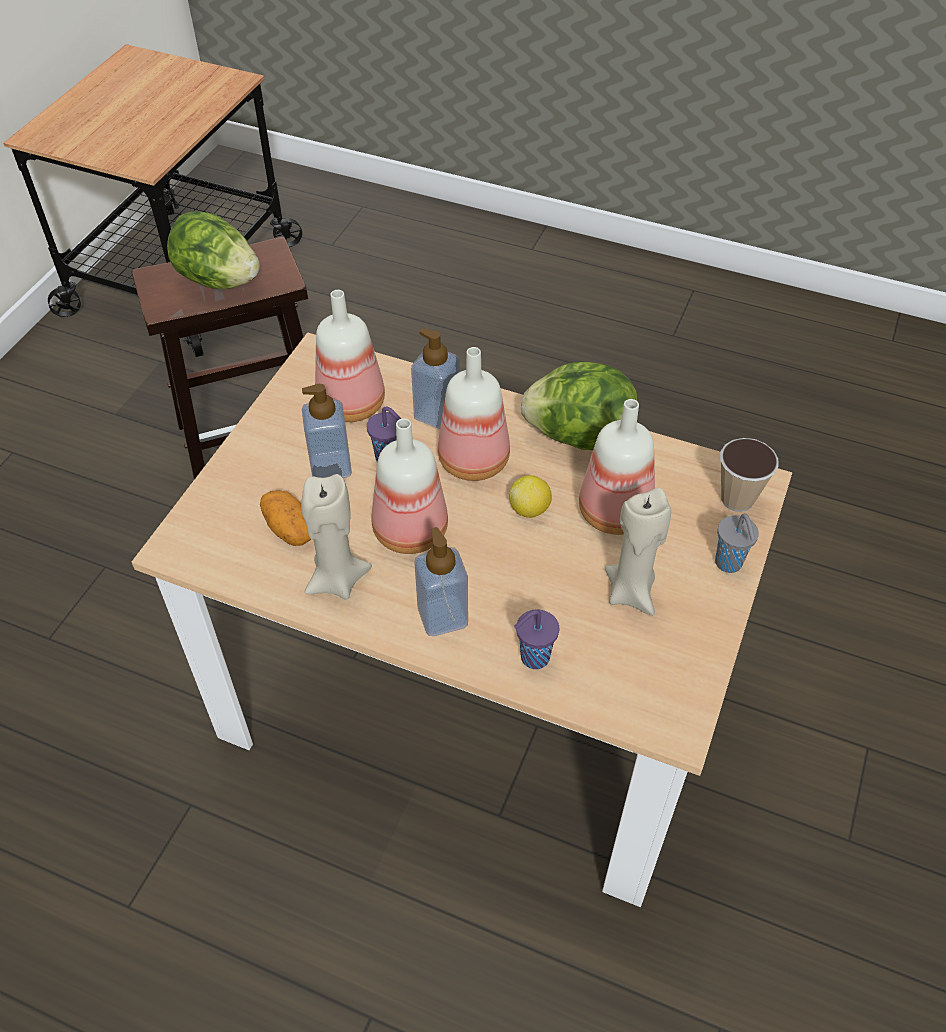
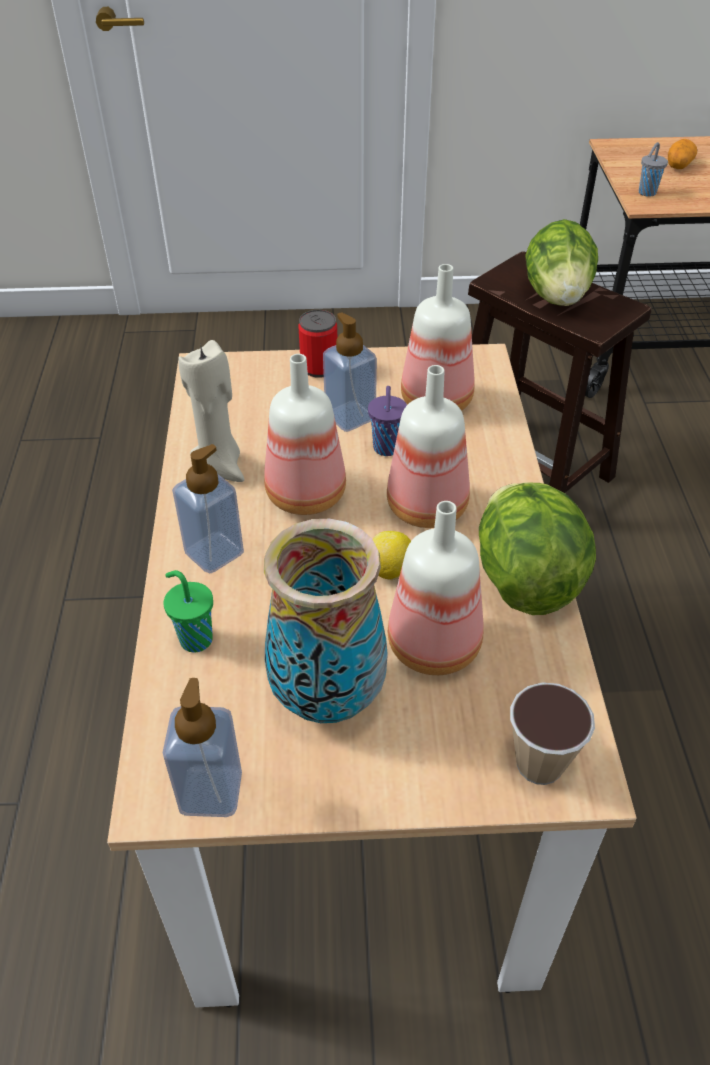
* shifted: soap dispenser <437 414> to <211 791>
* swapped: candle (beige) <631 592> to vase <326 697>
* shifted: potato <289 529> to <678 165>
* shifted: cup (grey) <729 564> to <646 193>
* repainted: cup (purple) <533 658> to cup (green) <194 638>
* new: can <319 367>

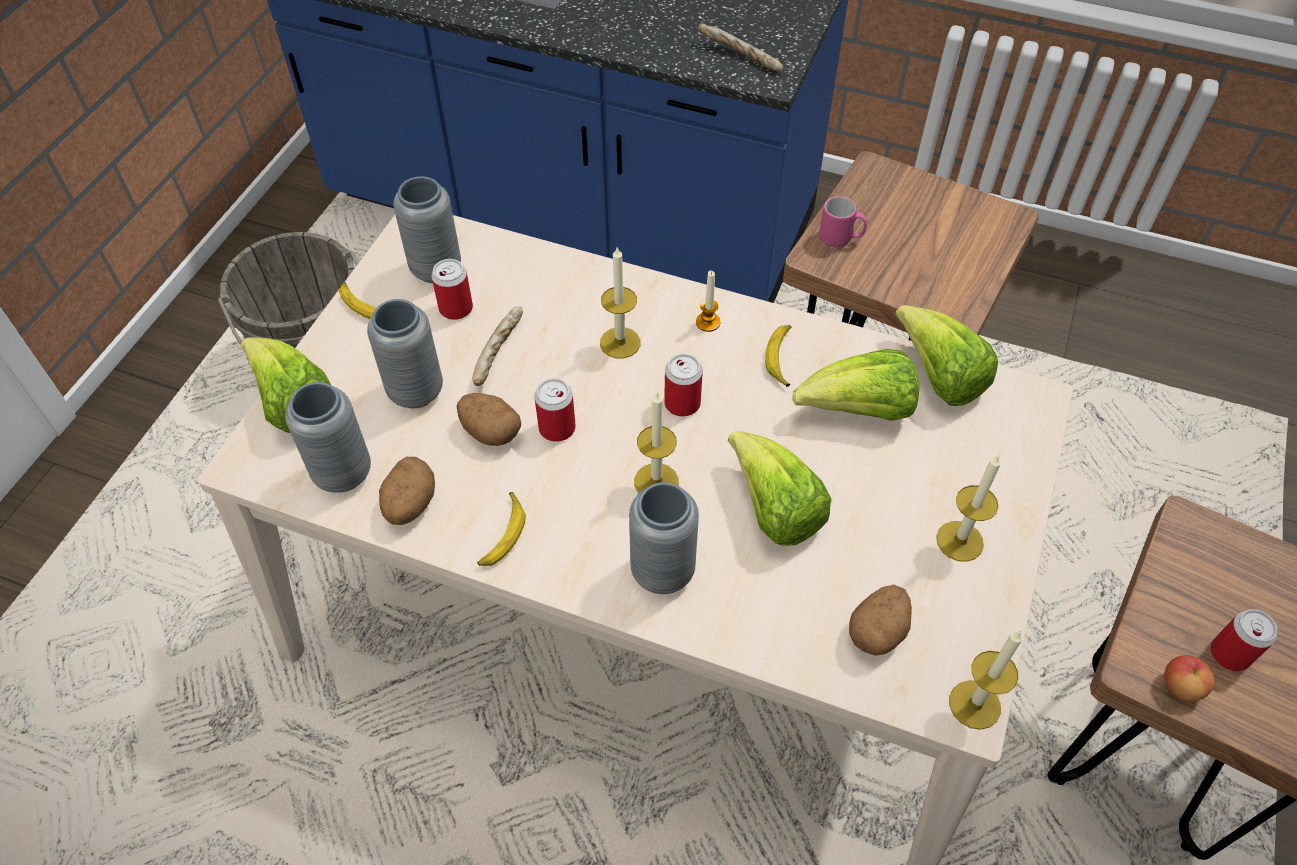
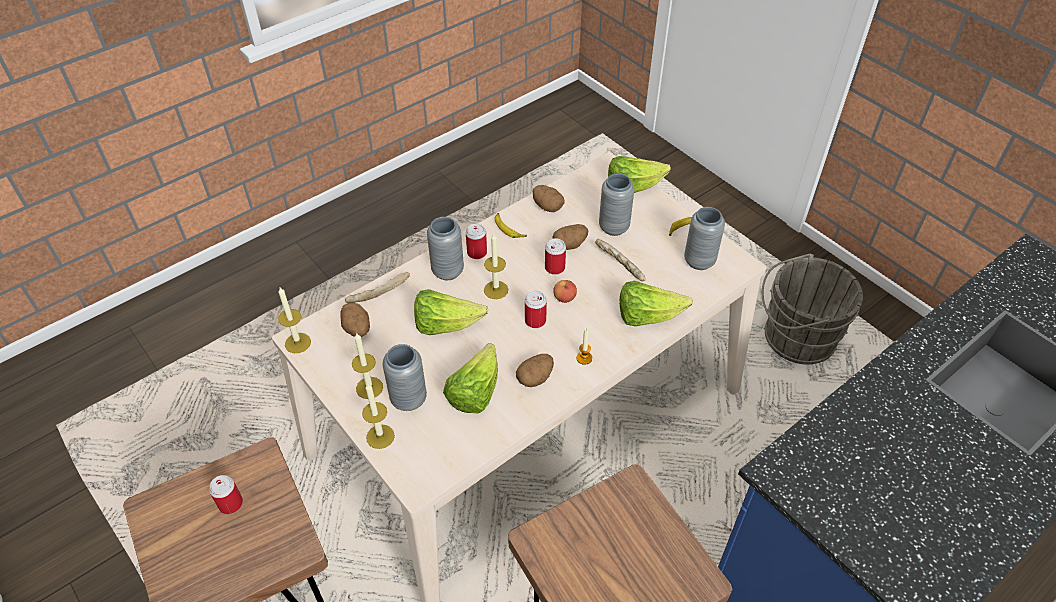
* shifted: bread <739 57> to <378 292>
* gone: mug (pink) <841 239>
* shifted: candle <620 343> to <380 436>
* shifted: can <456 308> to <477 253>
* shifted: lettuce <938 377> to <647 316>
* swapped: banana <781 358> to potato <535 378>
* shifted: vase (grey) <343 473> to <408 399>
* shifted: apple <1180 686> to <564 298>

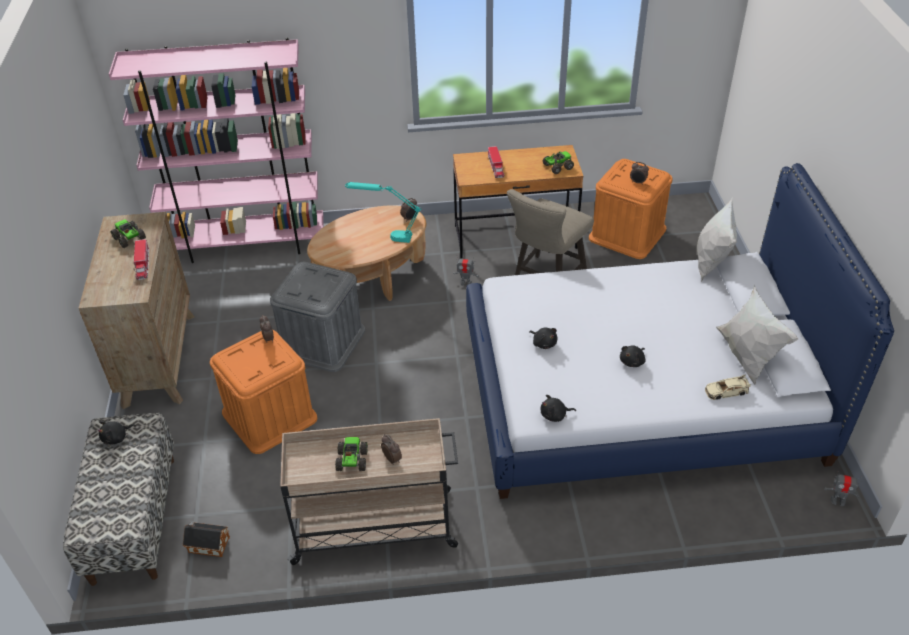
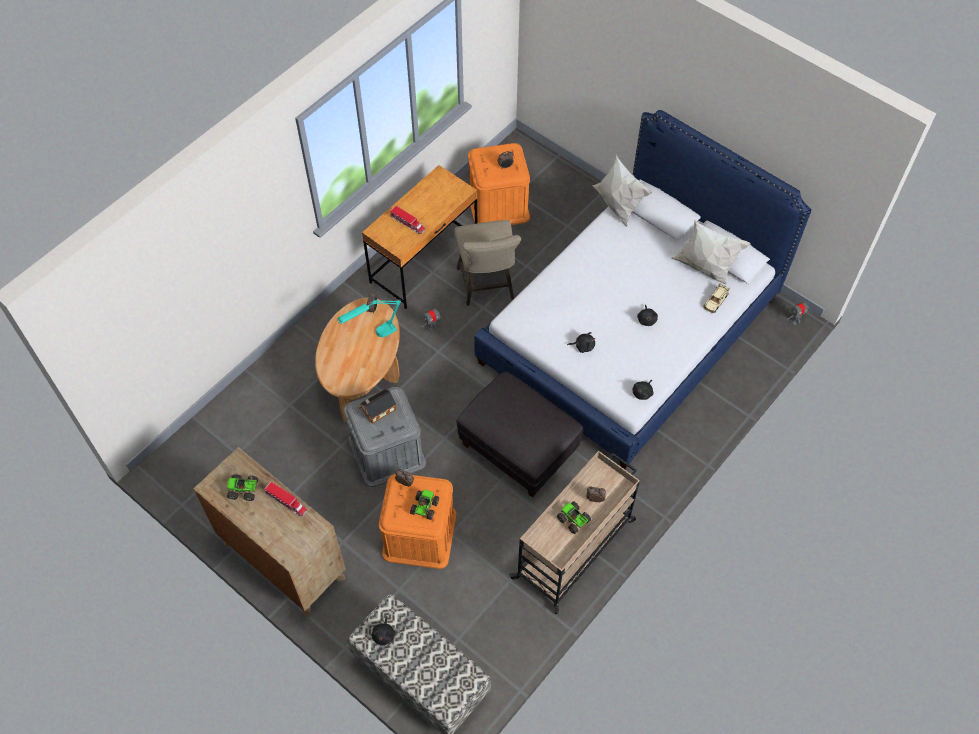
* gone: bookcase (pink) <247 244>
* shifted: toy truck <557 167> to <424 507>
* shifted: toy house <207 544> to <378 410>
* new: ottoman (black) <519 448>

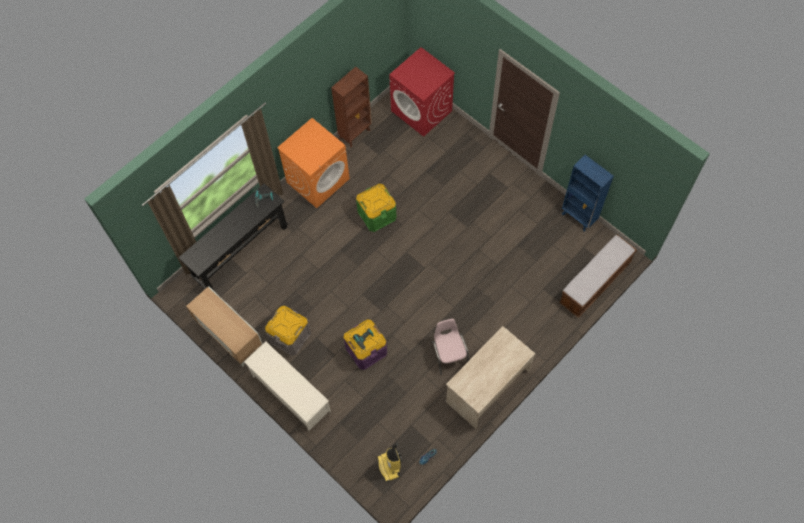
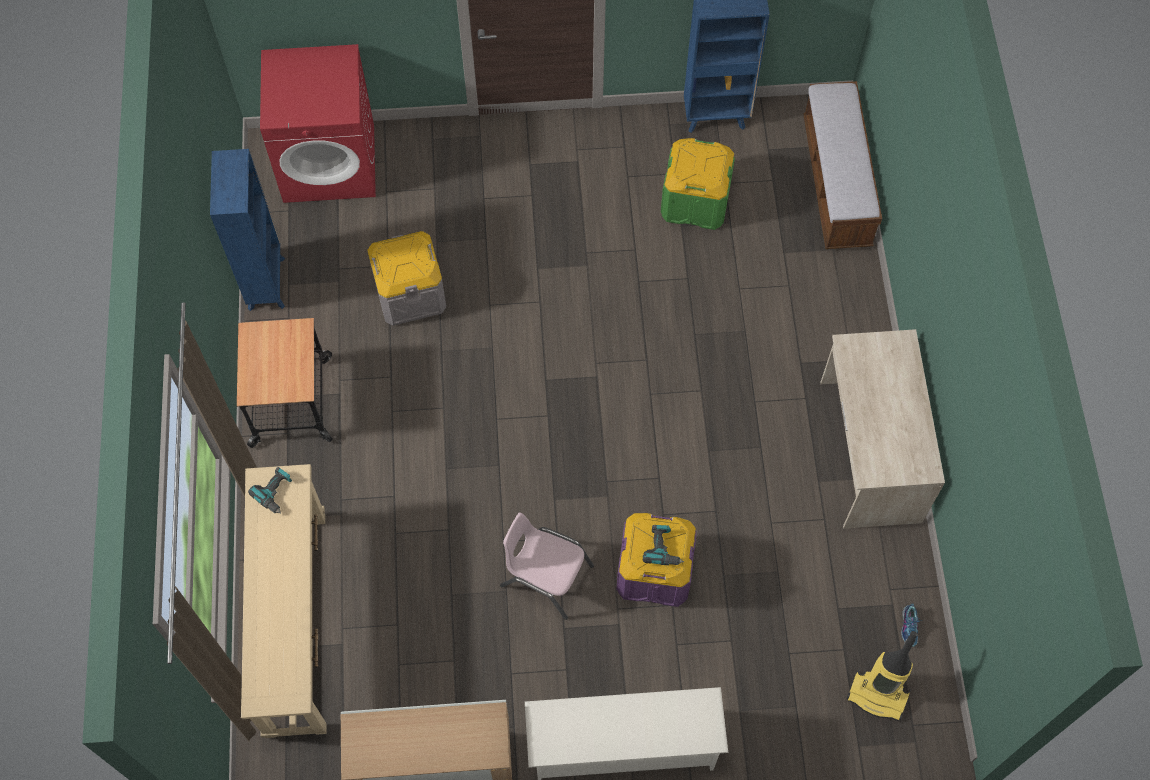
* repainted: bookcase (brown) <355 133> to bookcase (blue) <267 282>
* swapped: washing machine (orange) <318 180> to cart <290 401>
* repainted: console table (black) <241 252> to console table (beige) <296 622>
* shifted: storage box (green) <377 215> to <695 201>
* shifted: storage box (grey) <290 336> to <410 294>
* shifted: chair (pink) <449 354> to <546 576>

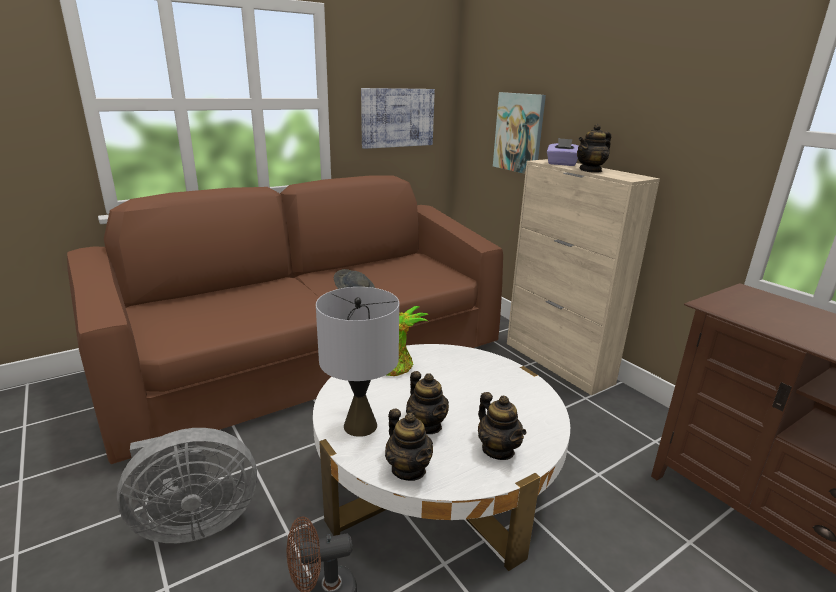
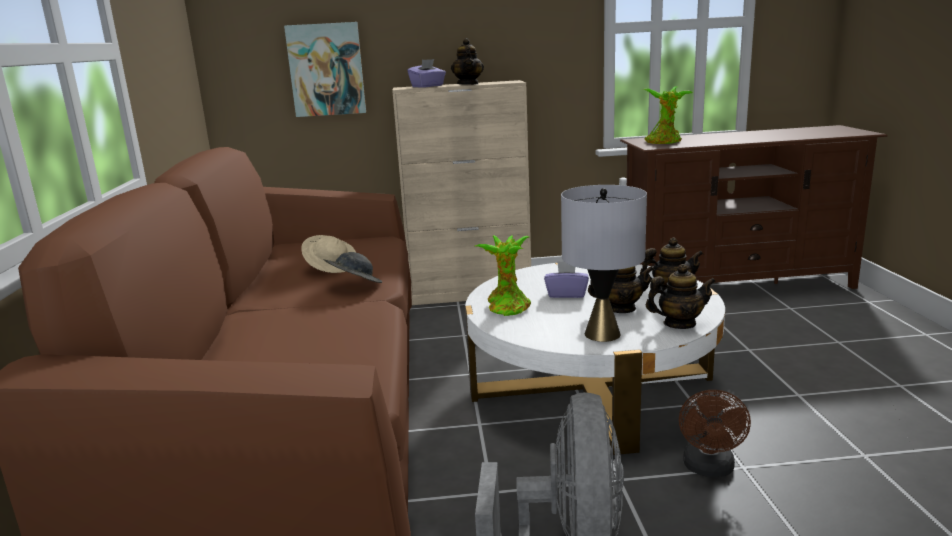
* gone: picture <397 118>
* new: potted plant <664 142>
* new: hat (beige) <331 267>
* new: tissue box (purple) <566 294>

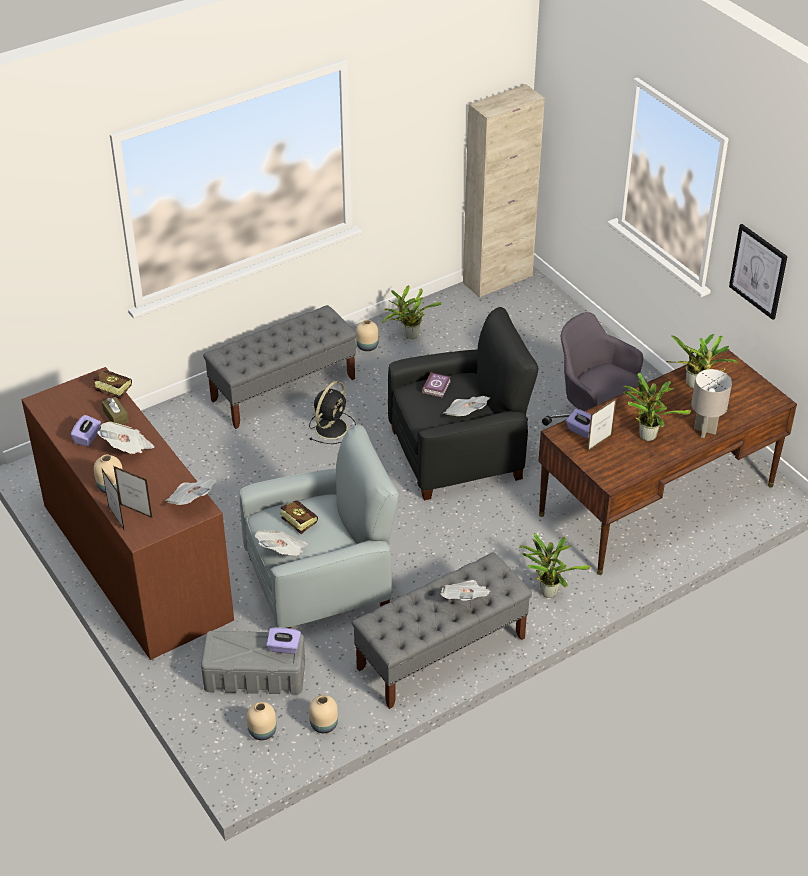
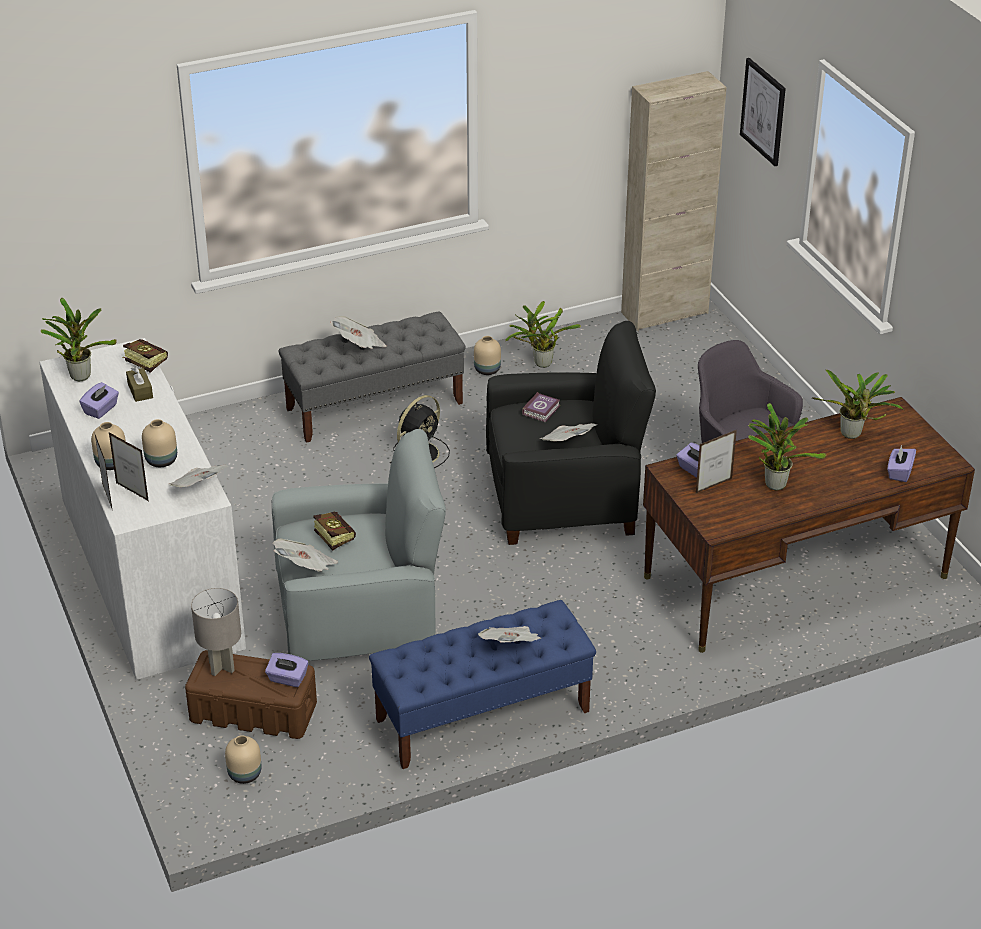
* shifted: picture <758 271> to <763 111>
* repainted: dresser (brown) <136 561> to dresser (white) <150 571>
* shifted: table lamp (grey) <705 431> to <221 667>
* shifted: newspaper <127 448> to <359 345>
* shifted: potted plant <547 590> to <80 375>
* repainted: bench (grey) <441 653> to bench (blue) <482 716>
* repainted: storage box (grey) <255 675> to storage box (brown) <254 712>
* shifted: vase (beige) <323 725> to <160 461>
* new: tissue box (purple) <899 472>

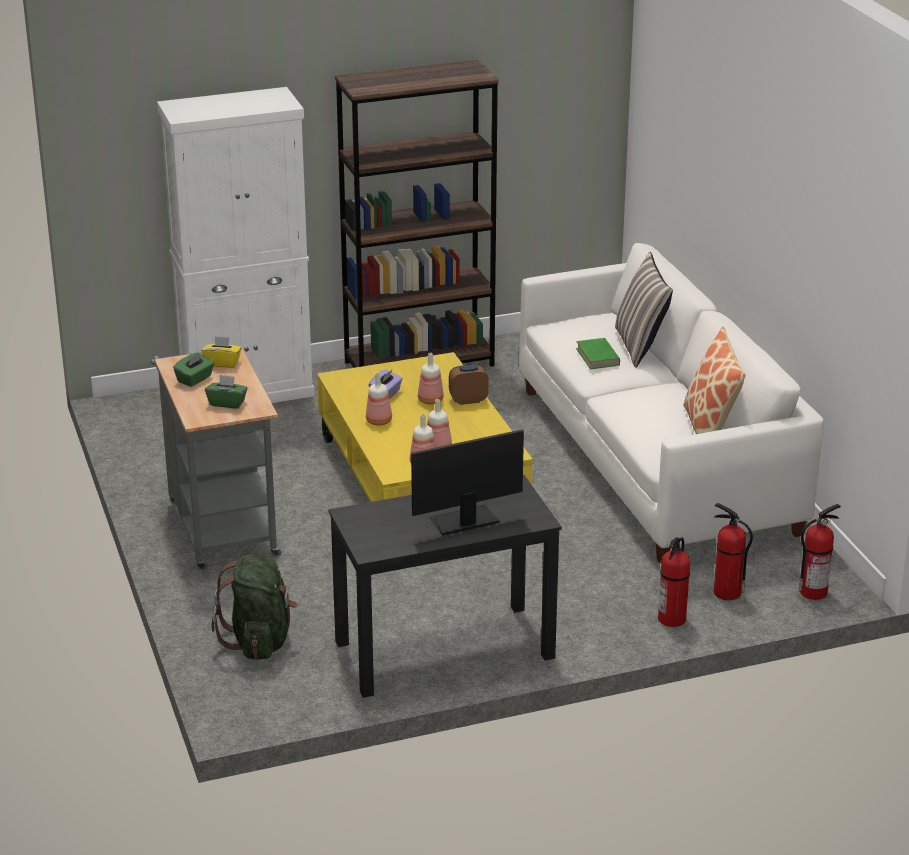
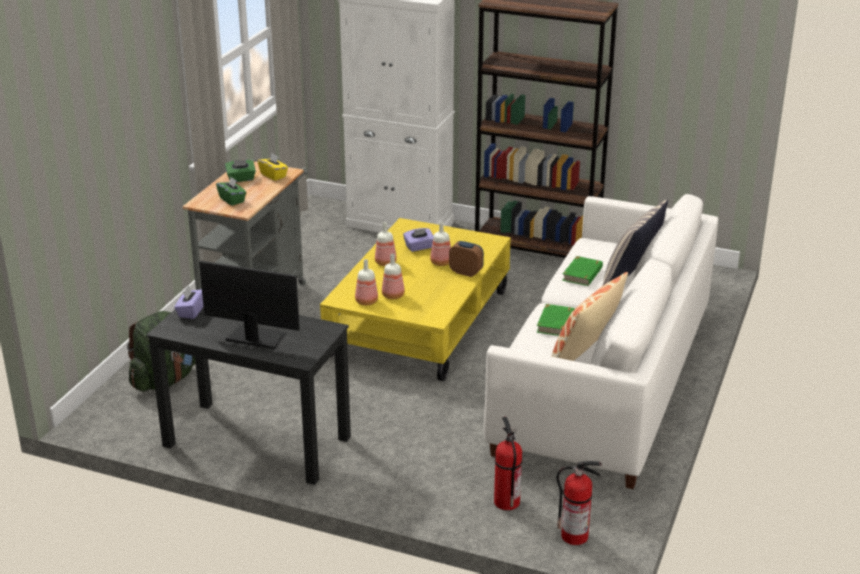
* gone: fire extinguisher <672 619>
* new: tissue box (purple) <191 311>
* new: book (green) <556 323>

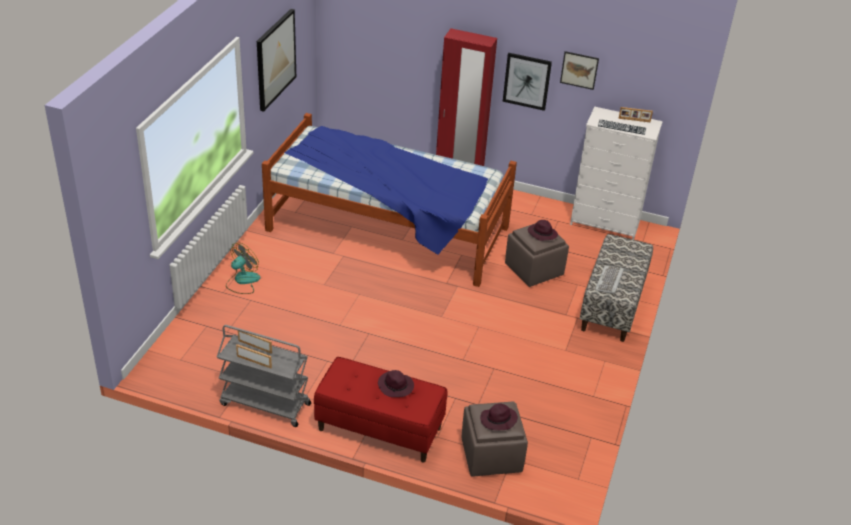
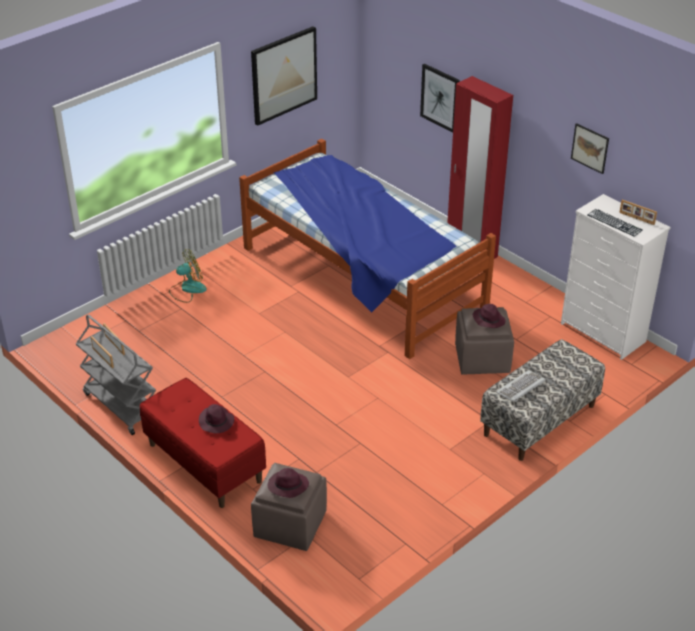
* shifted: picture <527 81> to <440 98>

